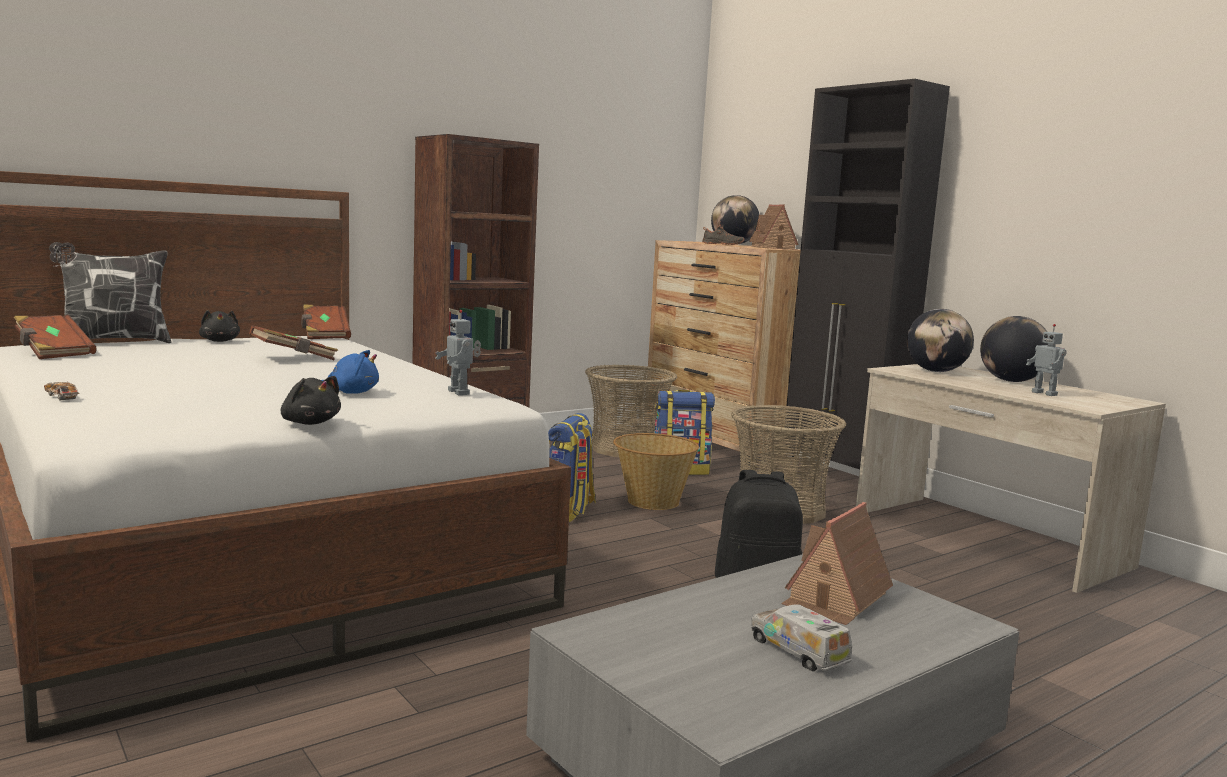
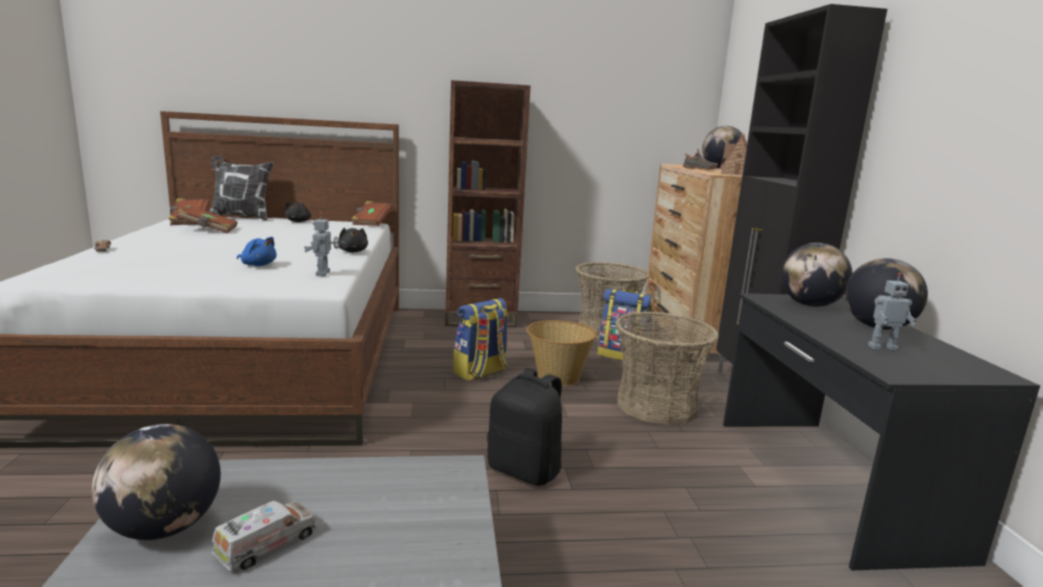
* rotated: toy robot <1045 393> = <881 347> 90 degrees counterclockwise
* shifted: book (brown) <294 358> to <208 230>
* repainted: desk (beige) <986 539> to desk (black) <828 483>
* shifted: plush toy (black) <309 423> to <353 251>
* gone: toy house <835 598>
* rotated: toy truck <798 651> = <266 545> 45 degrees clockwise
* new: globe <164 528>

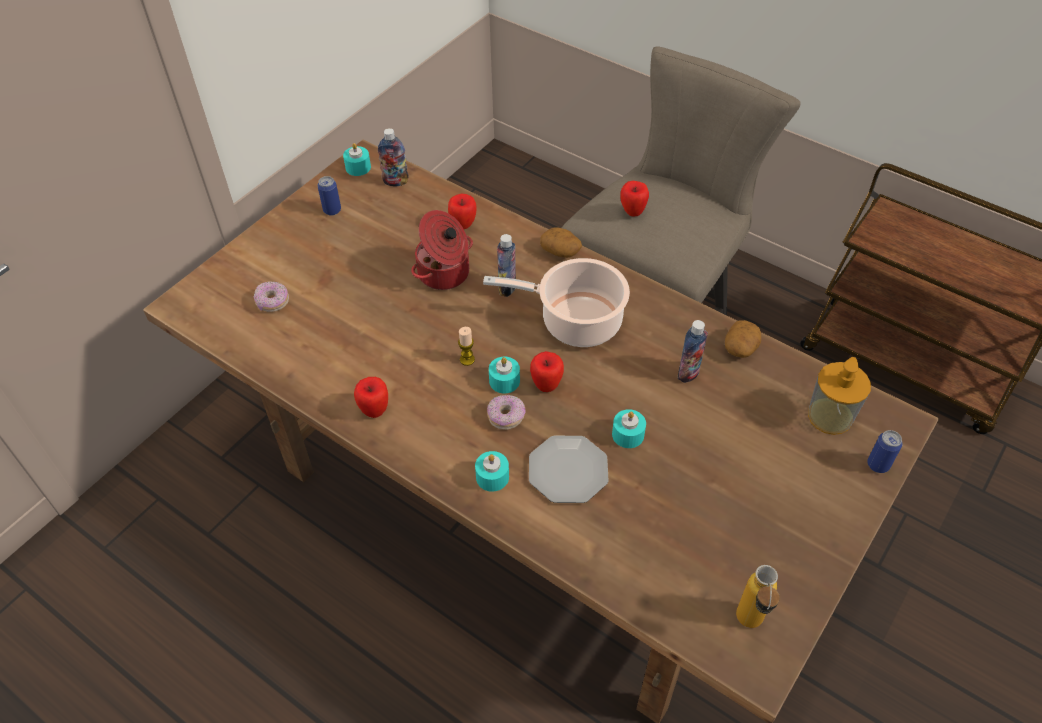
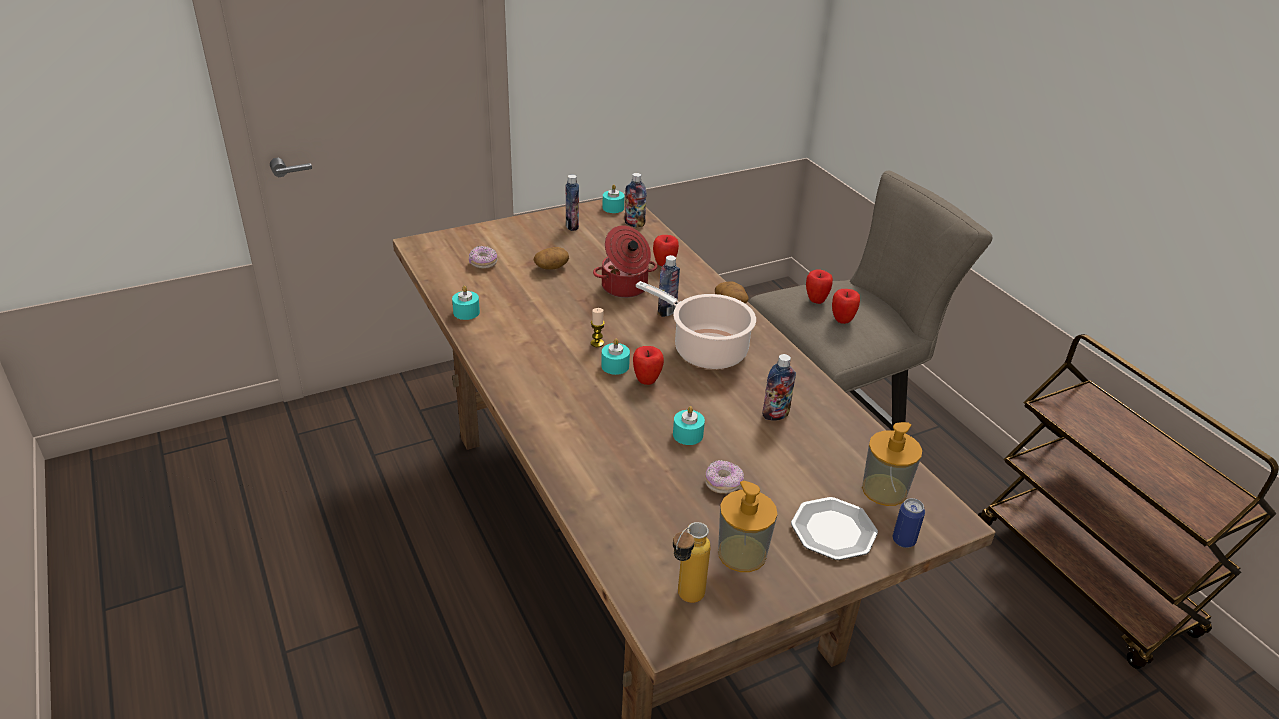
* swapped: can <332 210> to bottle <572 226>
* shifted: potato <740 348> to <551 267>
* shifted: apple <374 410> to <842 320>
* shifted: donut <506 417> to <723 484>
* shifted: plate <568 471> to <833 531>
* shifted: candle (turquoise) <492 477> to <466 312>
* new: soap dispenser <742 553>

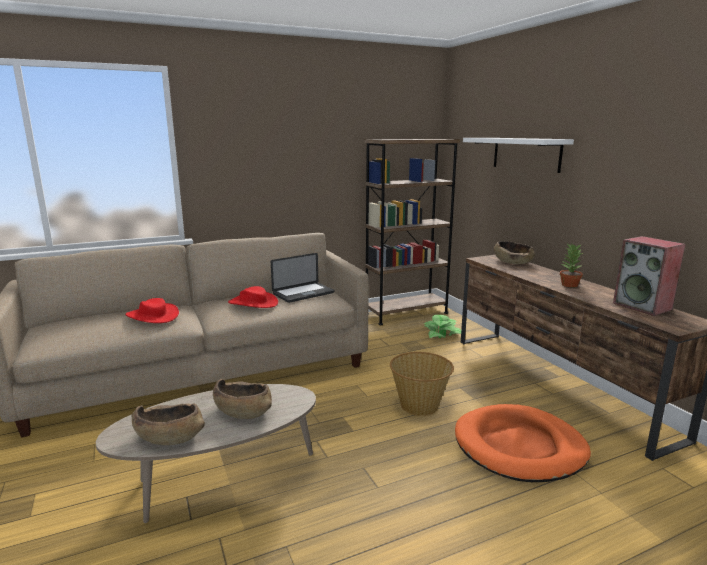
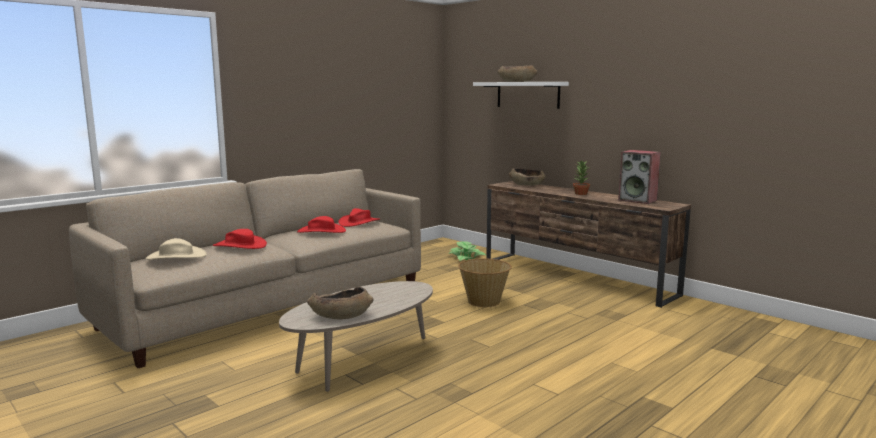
* gone: bookcase (brown) <406 313>
* swapped: laptop <303 293> to hat (red) <359 222>
* shifted: bowl (brown) <242 411> to <516 81>
* gone: dog bed (orange) <519 447>
* new: hat (beige) <176 257>

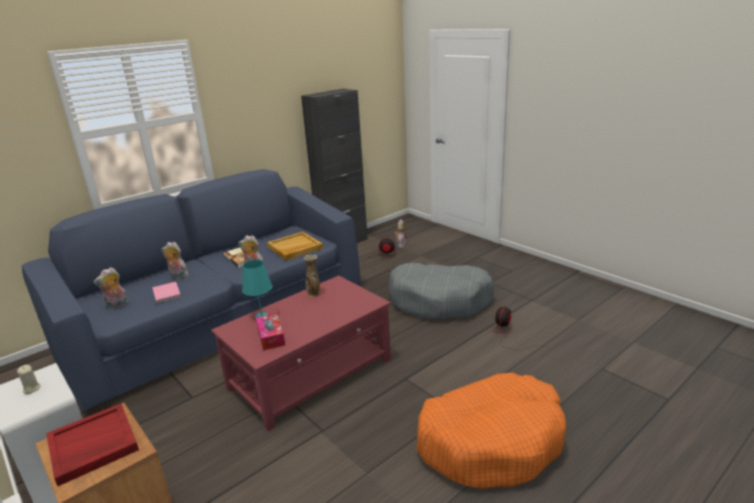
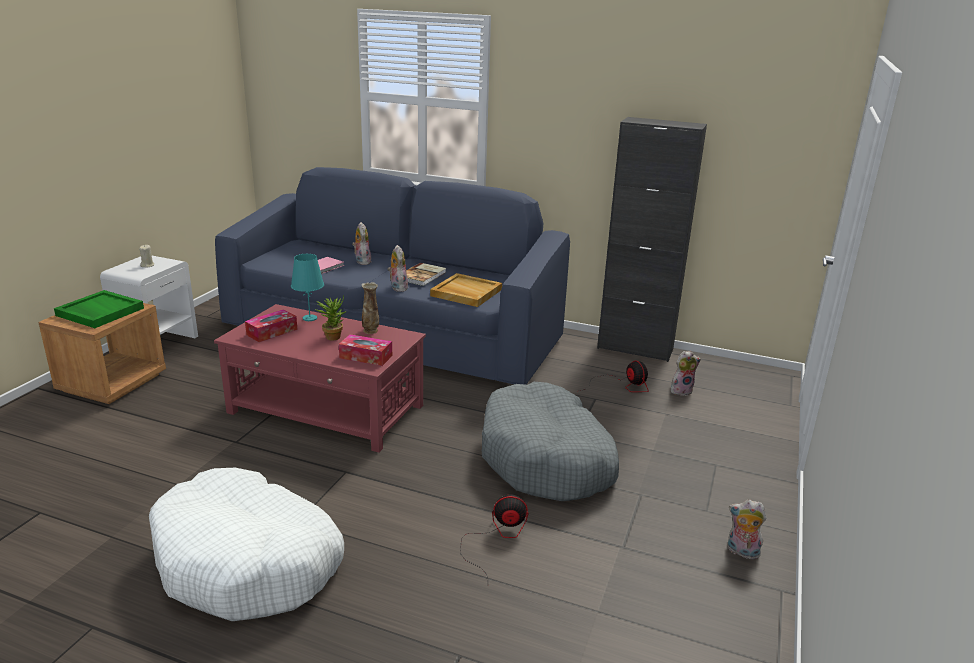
* shifted: plush toy <117 306> to <741 552>
* repainted: dog bed (orange) <491 441> to dog bed (white) <248 561>
* repainted: tray (red) <92 446> to tray (green) <99 312>
* new: potted plant <333 336>
* new: tissue box <366 357>

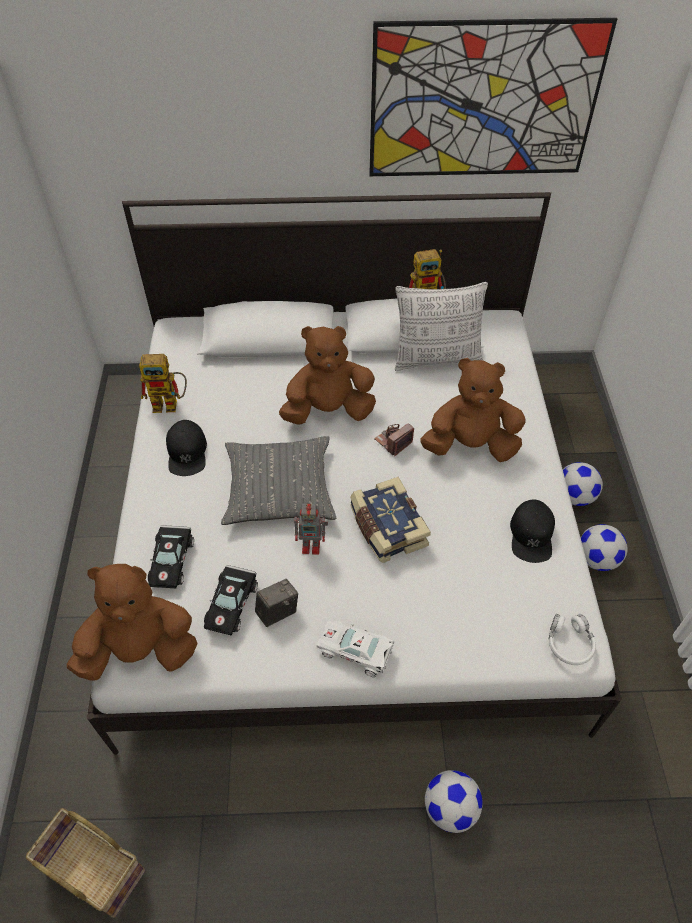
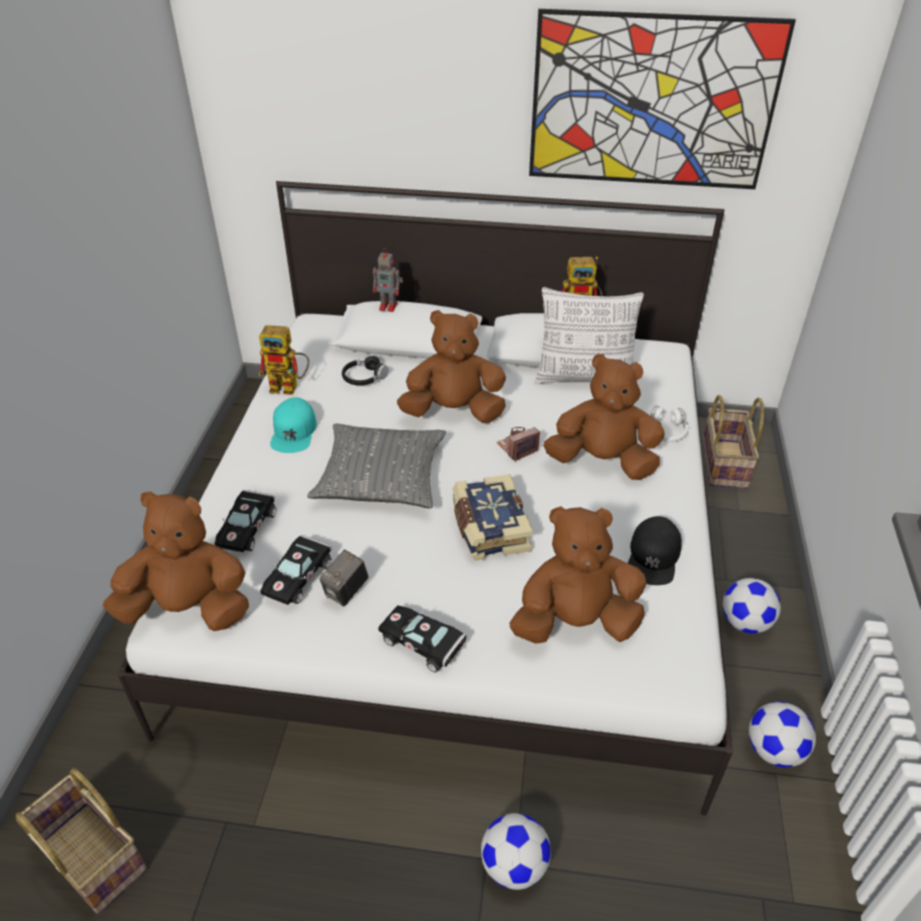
* repainted: cap (black) <187 452> to cap (turquoise) <294 431>
* shifted: football <574 496> to <774 750>
* shifted: toy robot <312 545> to <389 306>
* rotated: photo camera <277 611> = <346 592> 150 degrees clockwise
* shifted: headphones (white) <569 643> to <665 431>
* repainted: toy car (white) <358 651> to toy car (black) <425 644>
* new: headphones (black) <364 377>
* new: basket <723 463>
* new: plush toy (brown) <575 622>

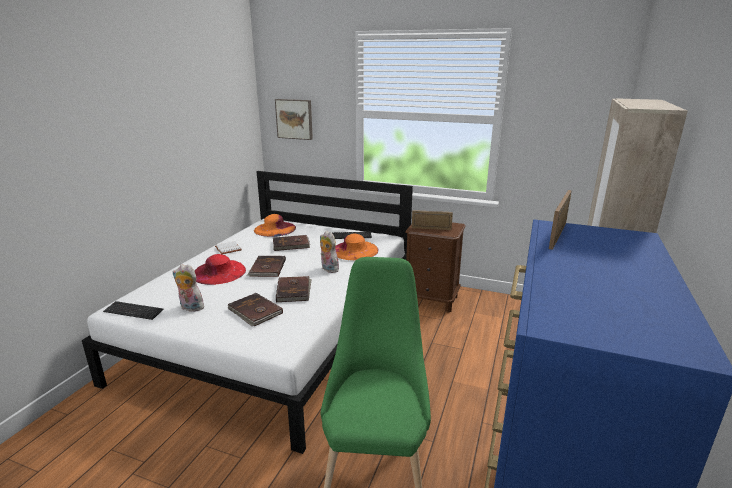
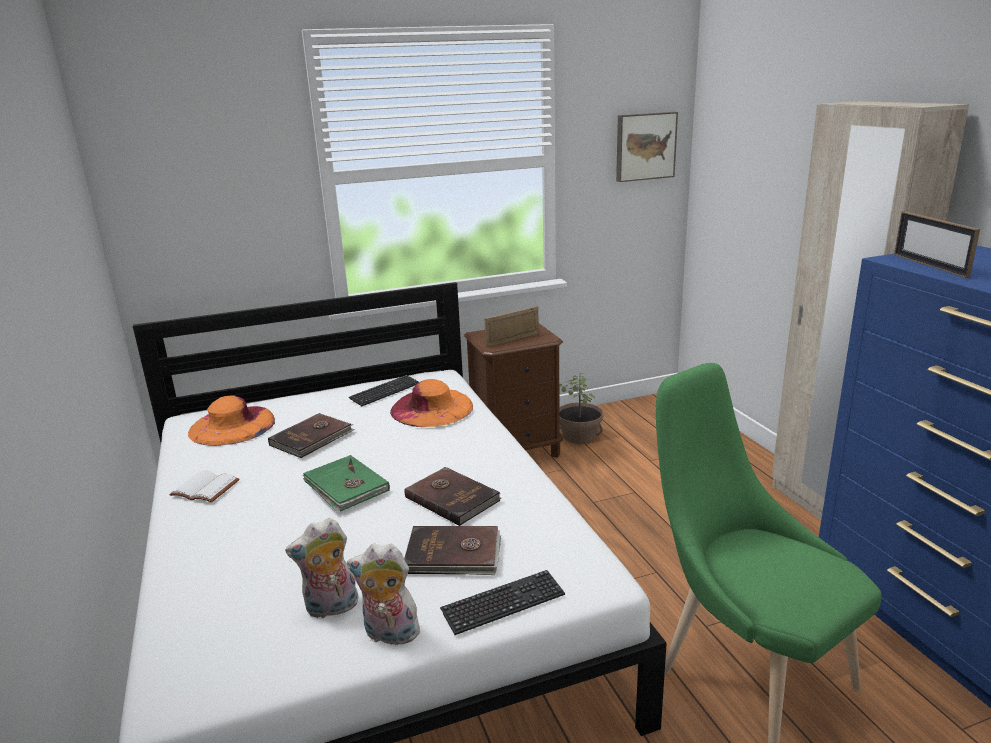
* shifted: picture <294 119> to <644 146>
* shifted: plush toy <328 269> to <389 635>
* gone: hat (red) <219 272>
* repainted: book (brown) <267 268> to book (green) <345 487>
* shifted: keyboard <133 311> to <503 604>
* new: potted plant <579 436>

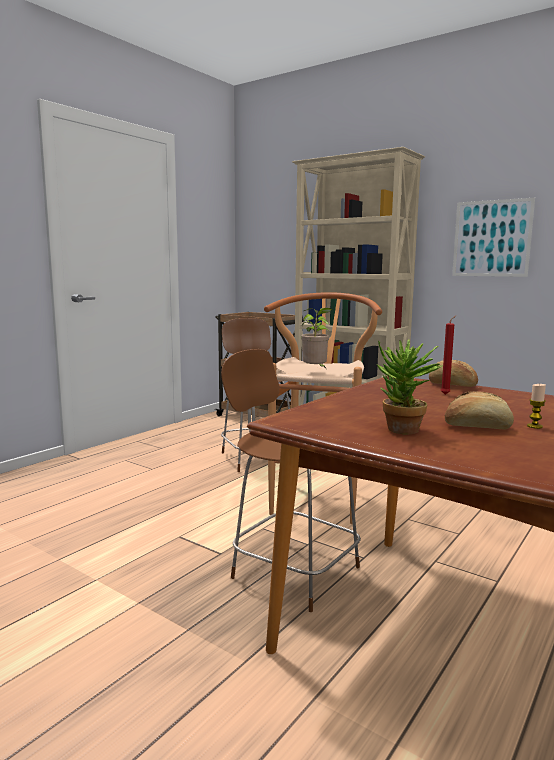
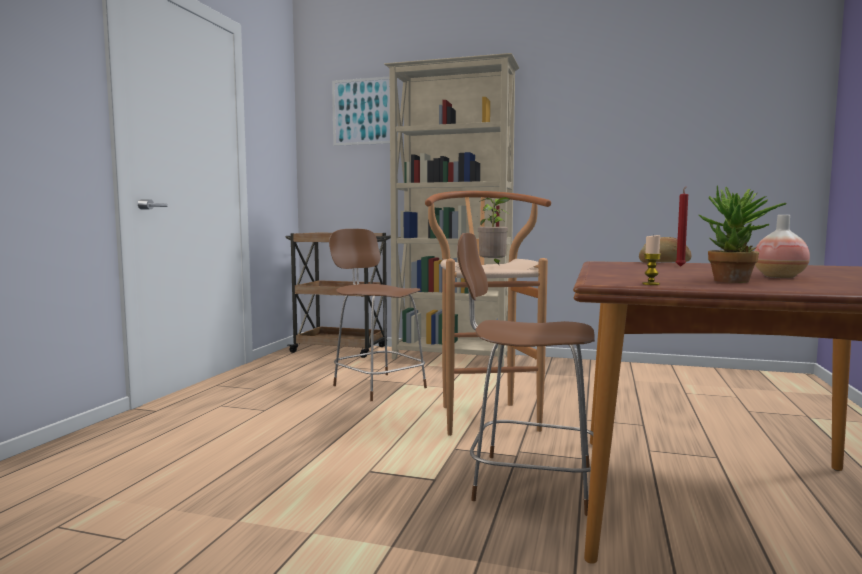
* shifted: picture <491 238> to <362 111>
* shifted: candle <534 426> to <651 284>
* swapped: bread <477 427> to vase <779 277>

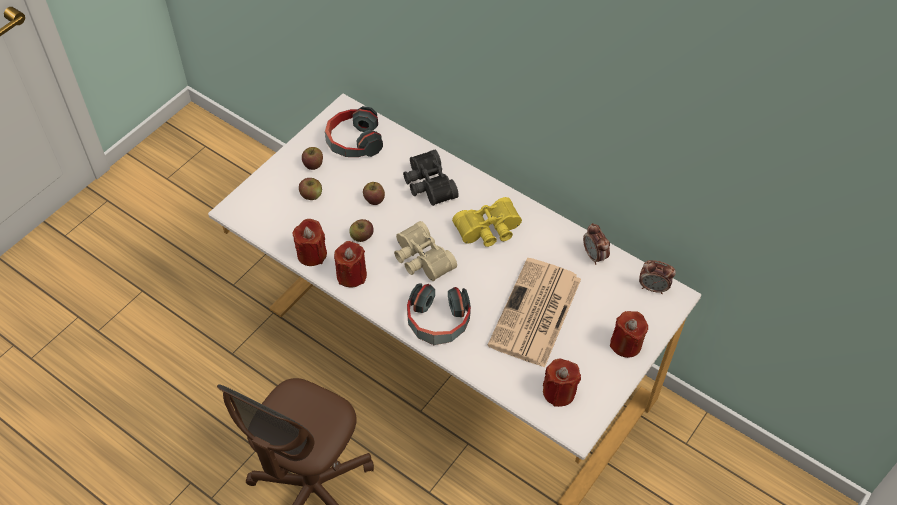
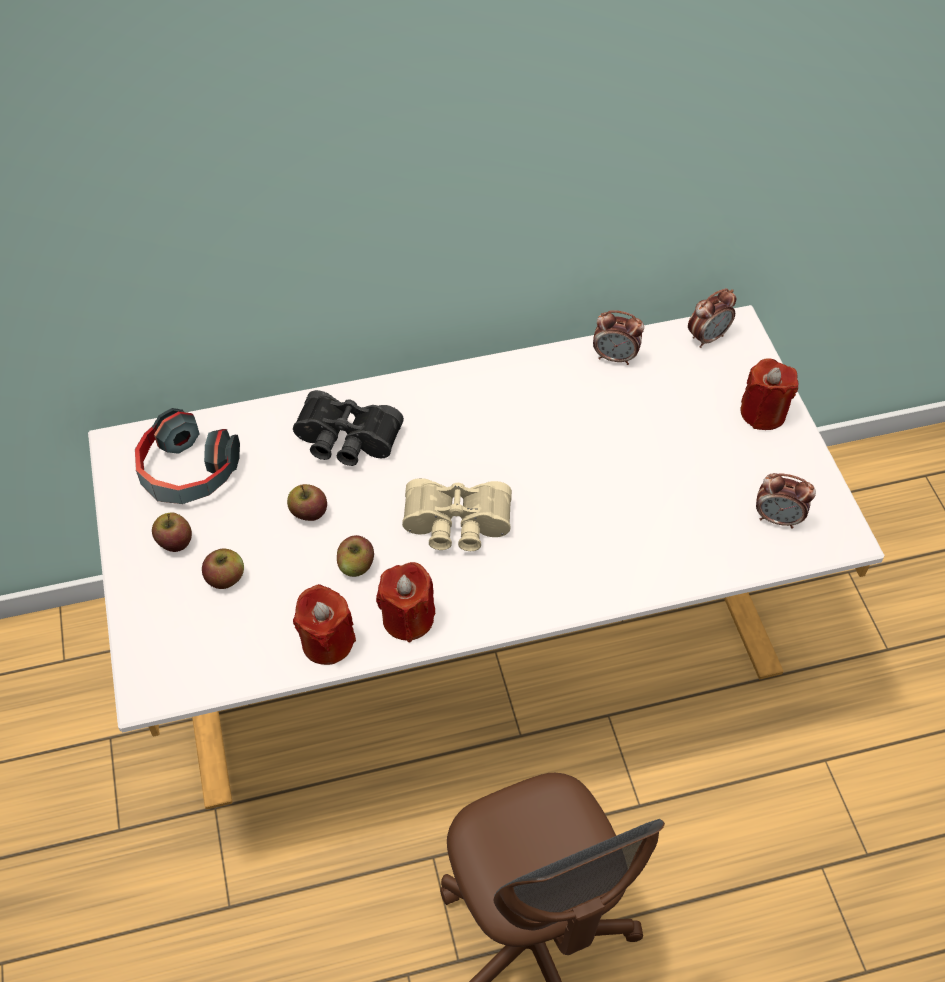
* gone: binoculars (yellow) <489 231>
* gone: newspaper <535 314>
* gone: headphones <438 321>
* swapped: candle (red) <559 392> to alarm clock <778 518>

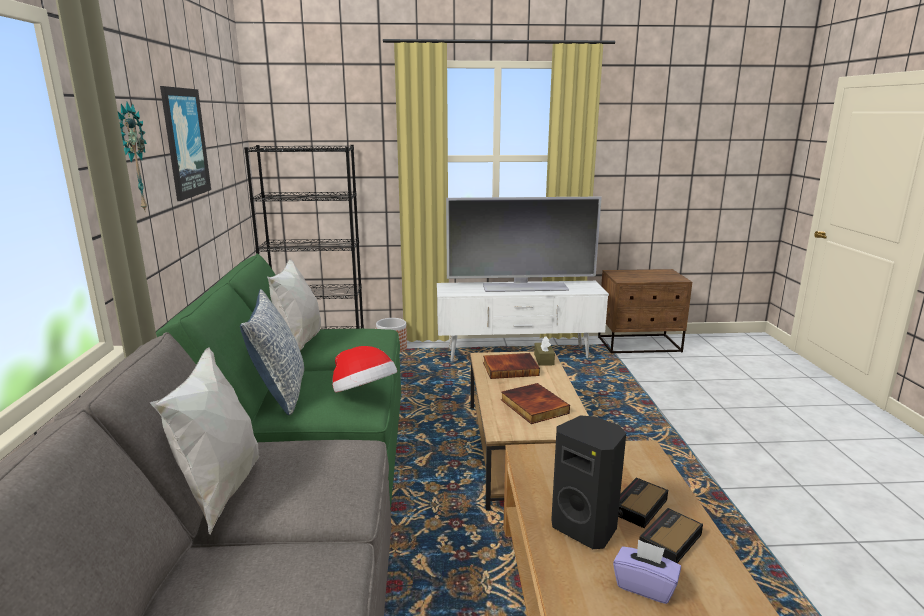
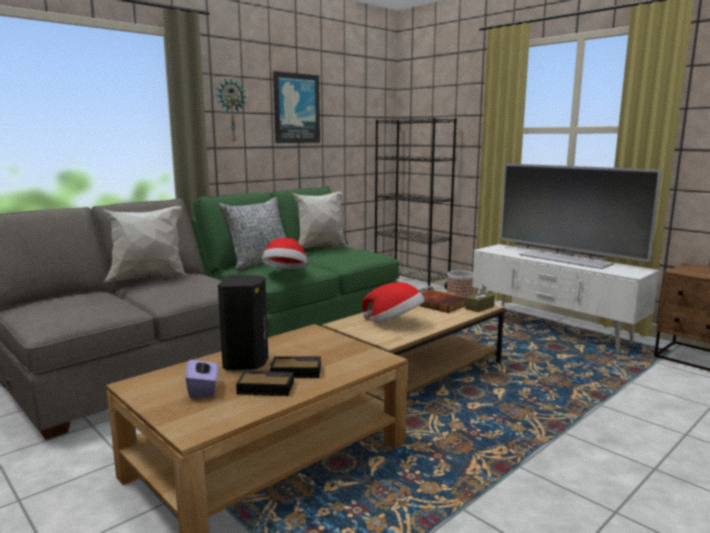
* swapped: book <533 406> to hat <394 322>

